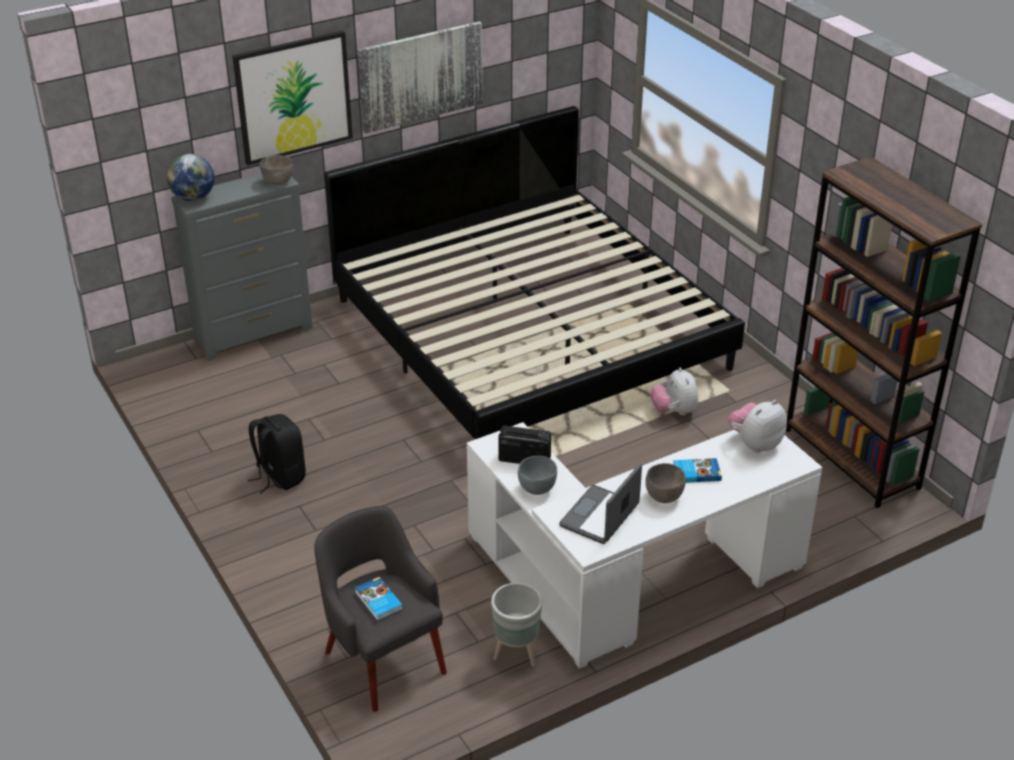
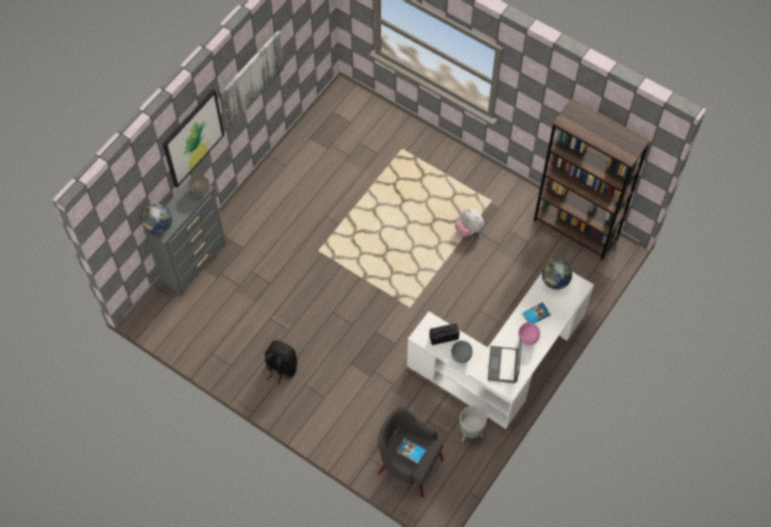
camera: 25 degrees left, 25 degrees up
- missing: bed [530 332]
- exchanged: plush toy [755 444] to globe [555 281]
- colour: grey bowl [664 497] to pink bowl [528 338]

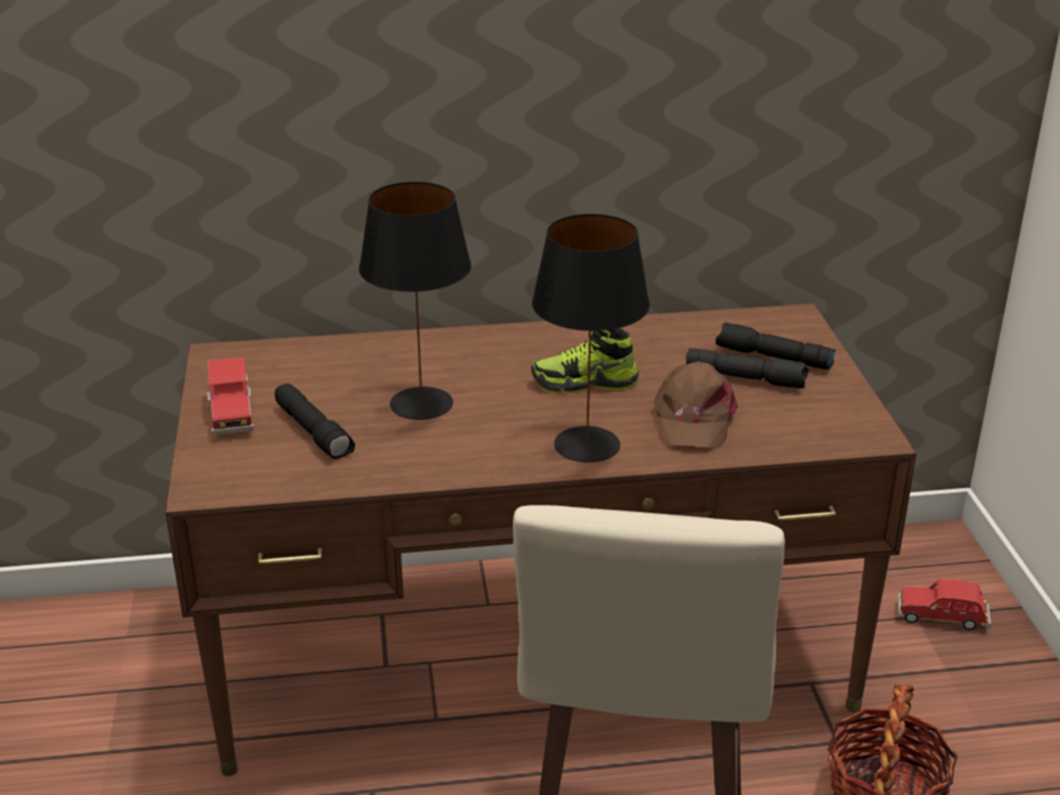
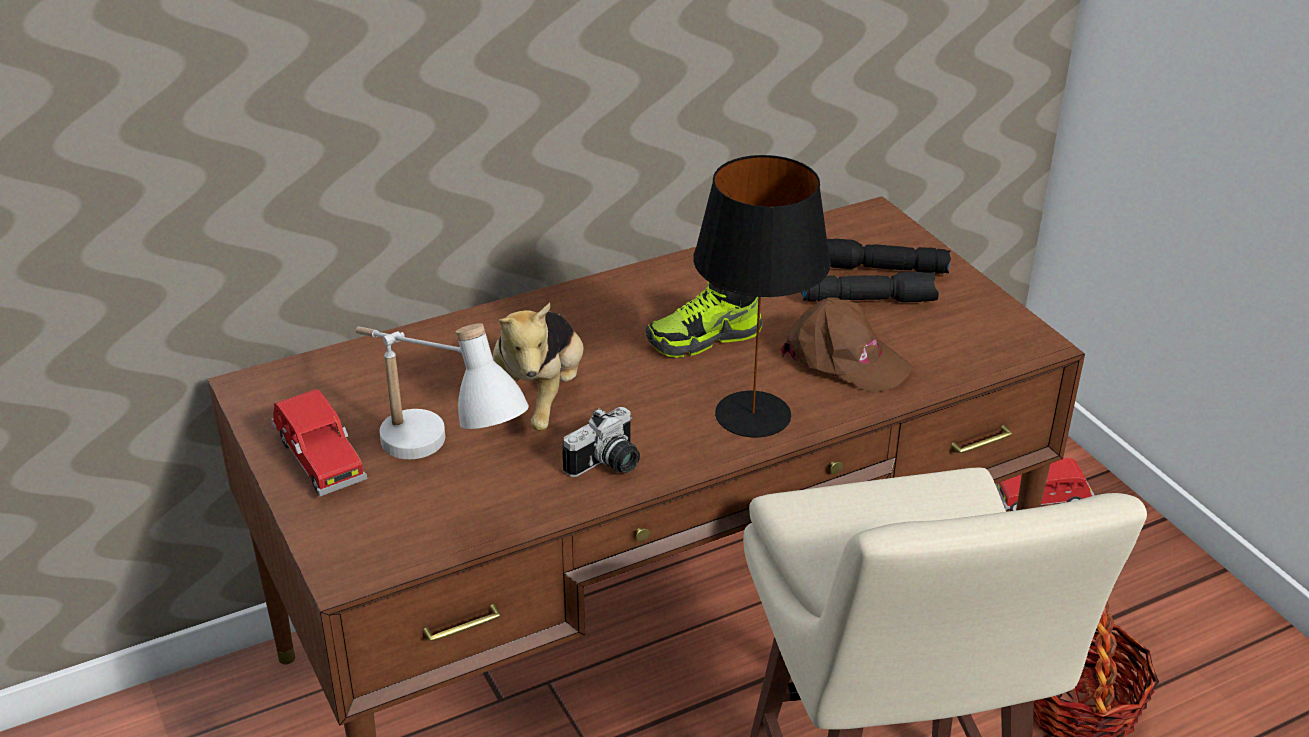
camera: 20 degrees left, 5 degrees up
- appeared: photo camera [608 465]
- exchanged: black flashlight [314 432] to white table lamp [437 464]
- exchanged: black table lamp [421 403] to plush toy [538 400]
- spun: brown cap [693 419] = [844 359] 45 degrees counterclockwise

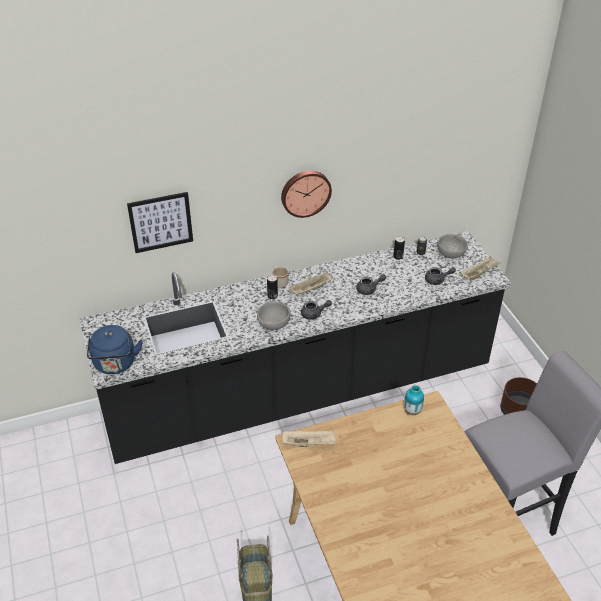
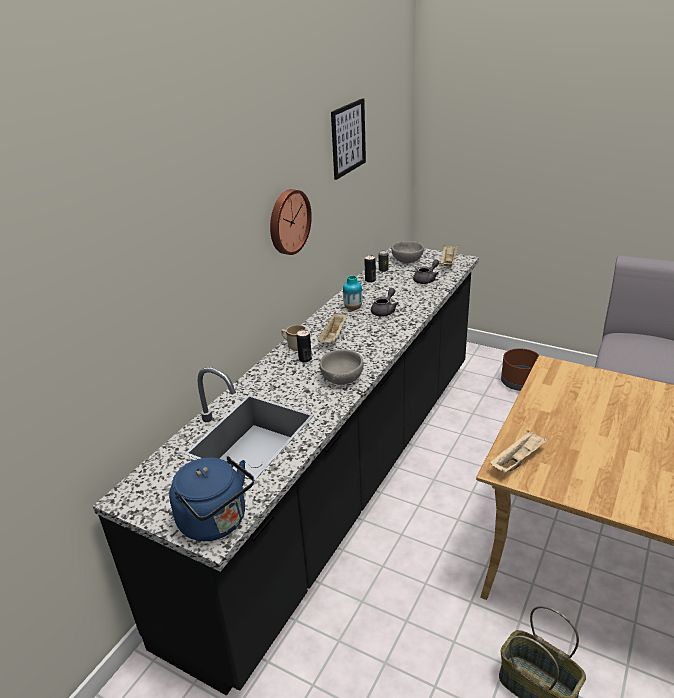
camera: 40 degrees left, 10 degrees down
- missing: grey teapot [314 314]
- relocated: picture [160 222] to [348 138]
- relocated: vase [412 411] to [353 308]

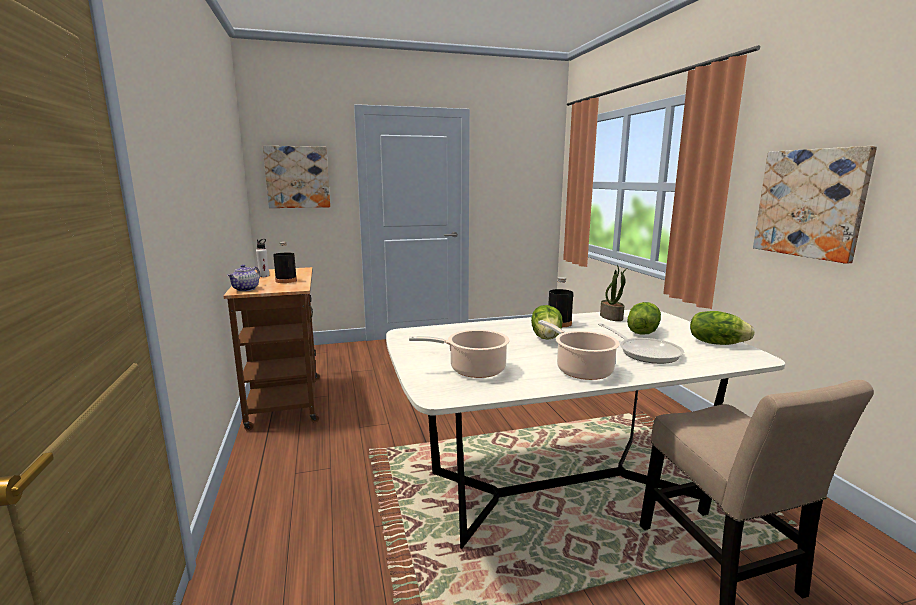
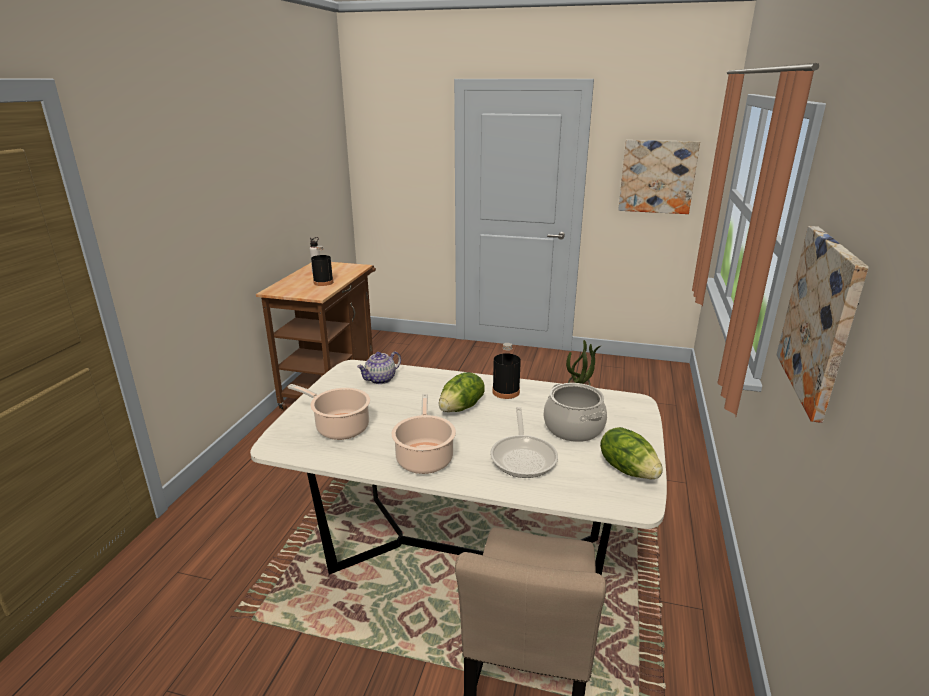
camera: 30 degrees right, 10 degrees up
- relocated: teapot [246 289] to [380 379]
- relocated: picture [297 177] to [657 176]
- exchanged: lettuce [642 332] to cooking pot [573 428]

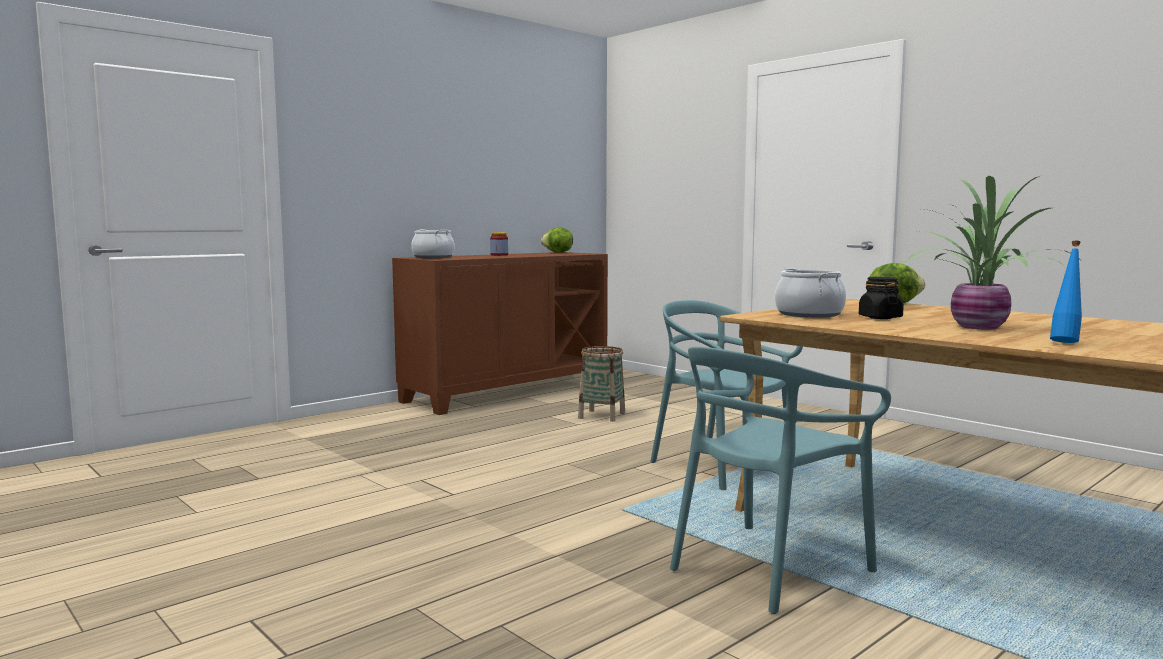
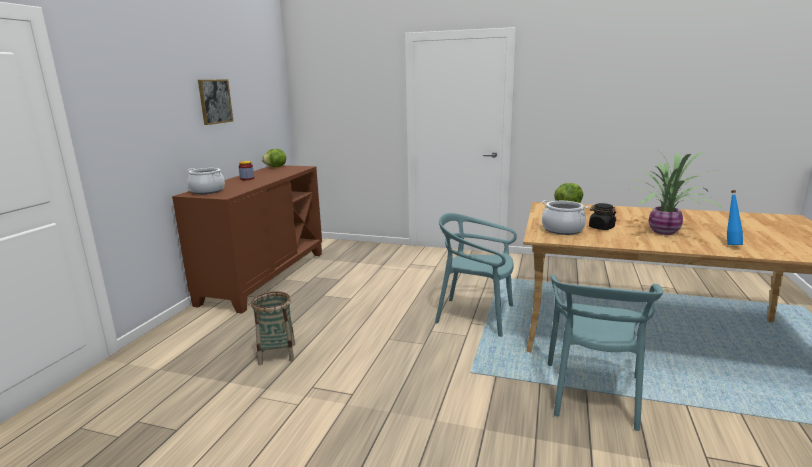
camera: 30 degrees left, 10 degrees up
- appeared: picture [215 101]
- relocated: basket [602 416] to [277 354]

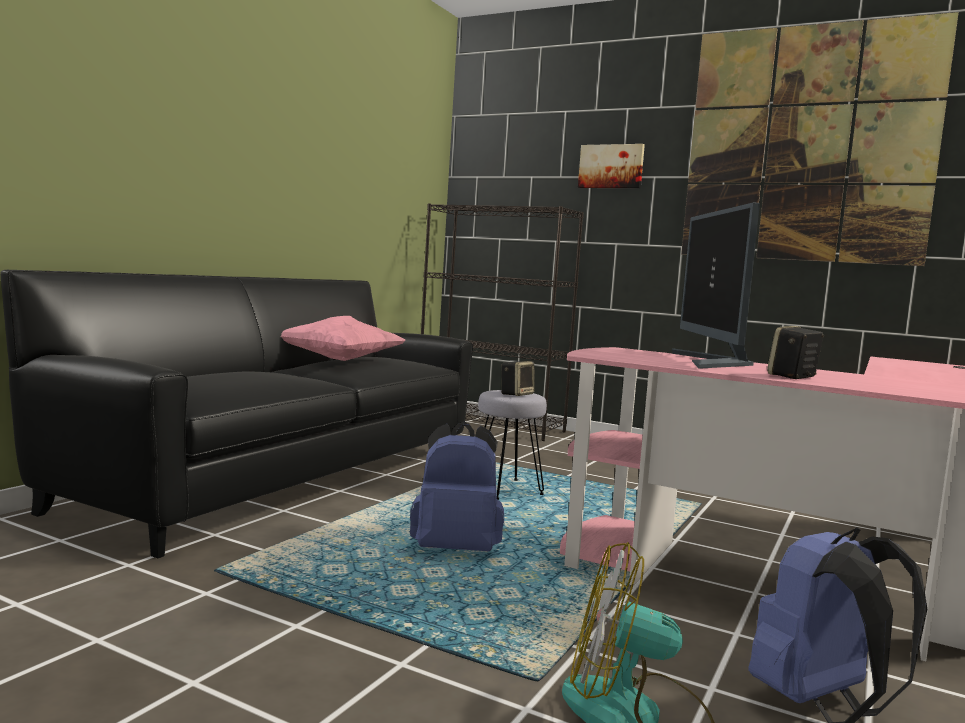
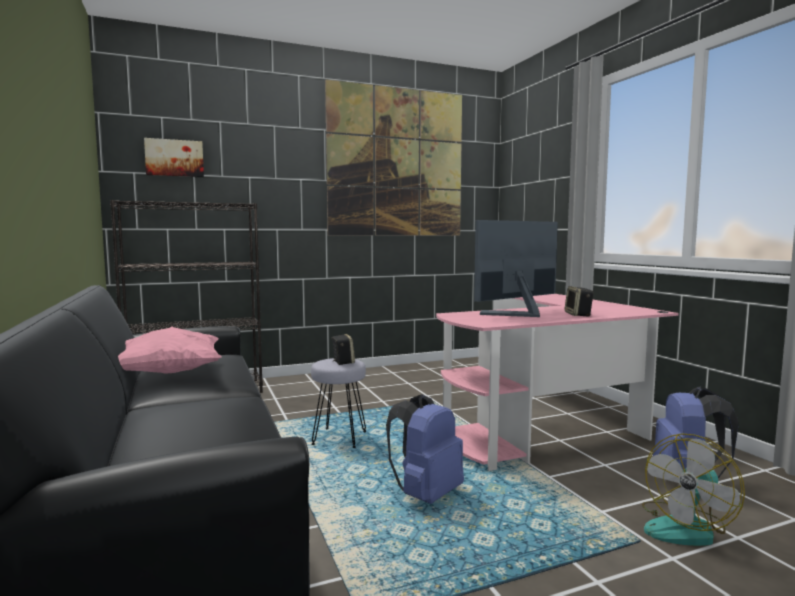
camera: 50 degrees left, 0 degrees up
- relocated: picture [611 166] to [174 158]
- spun: monitor [712 362] = [520 313] 105 degrees clockwise

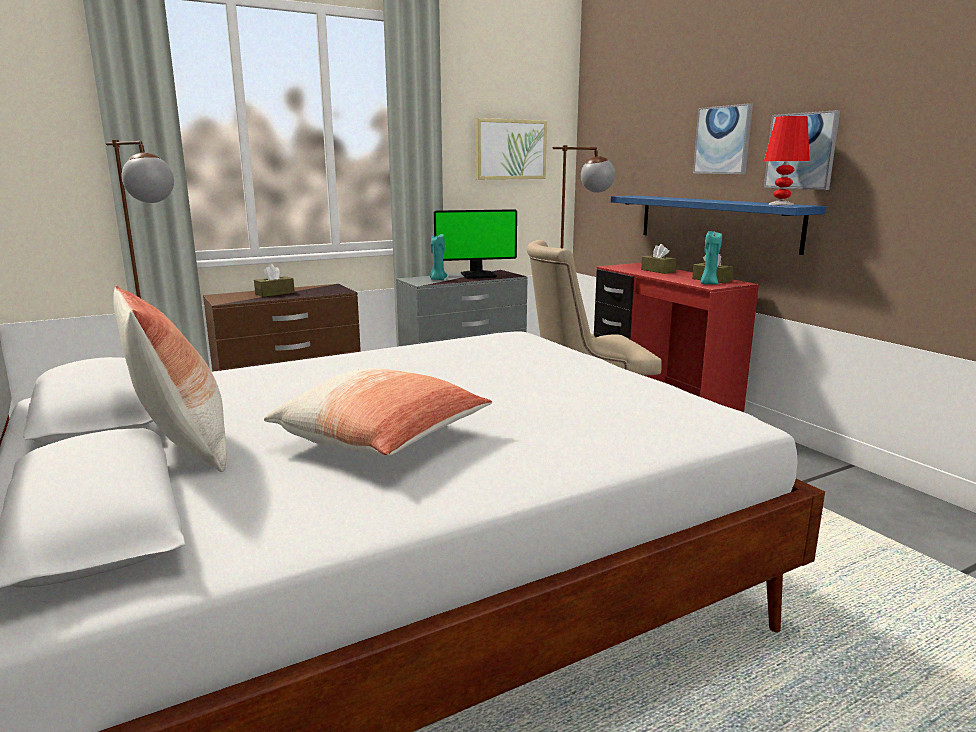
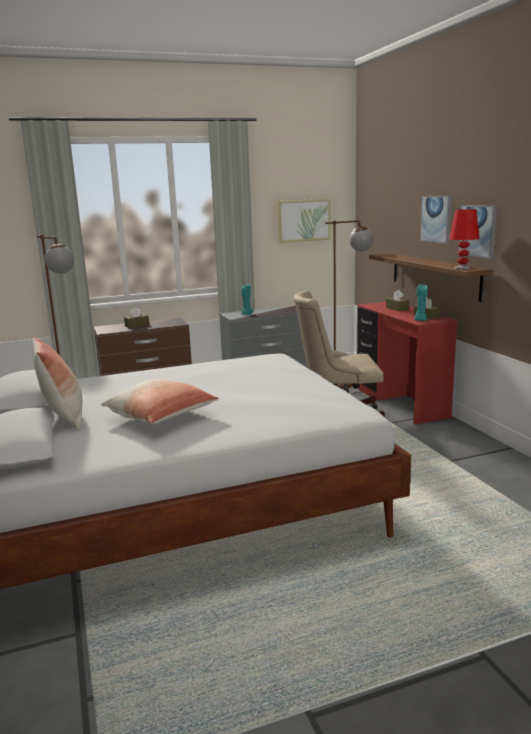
camera: 10 degrees right, 0 degrees up
- missing: monitor [478 275]
- colour: blue shelf [716 222] to brown shelf [434 275]

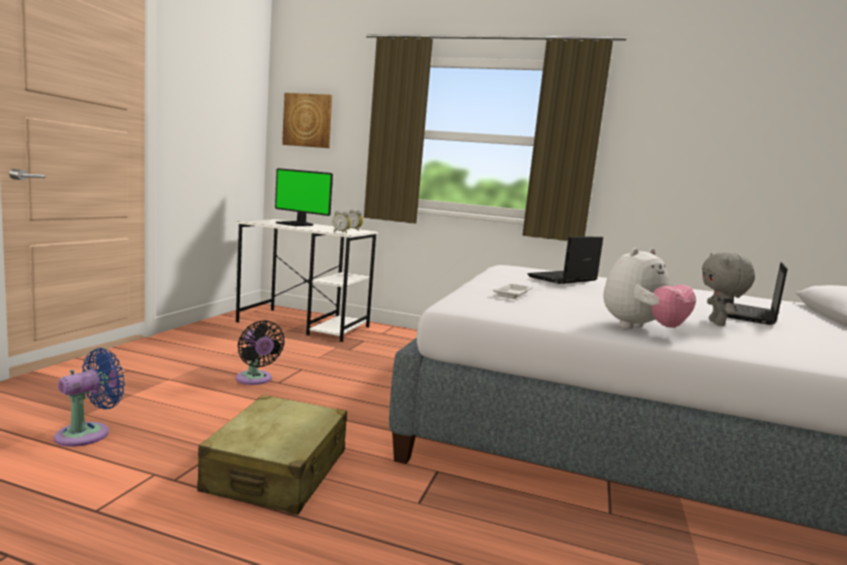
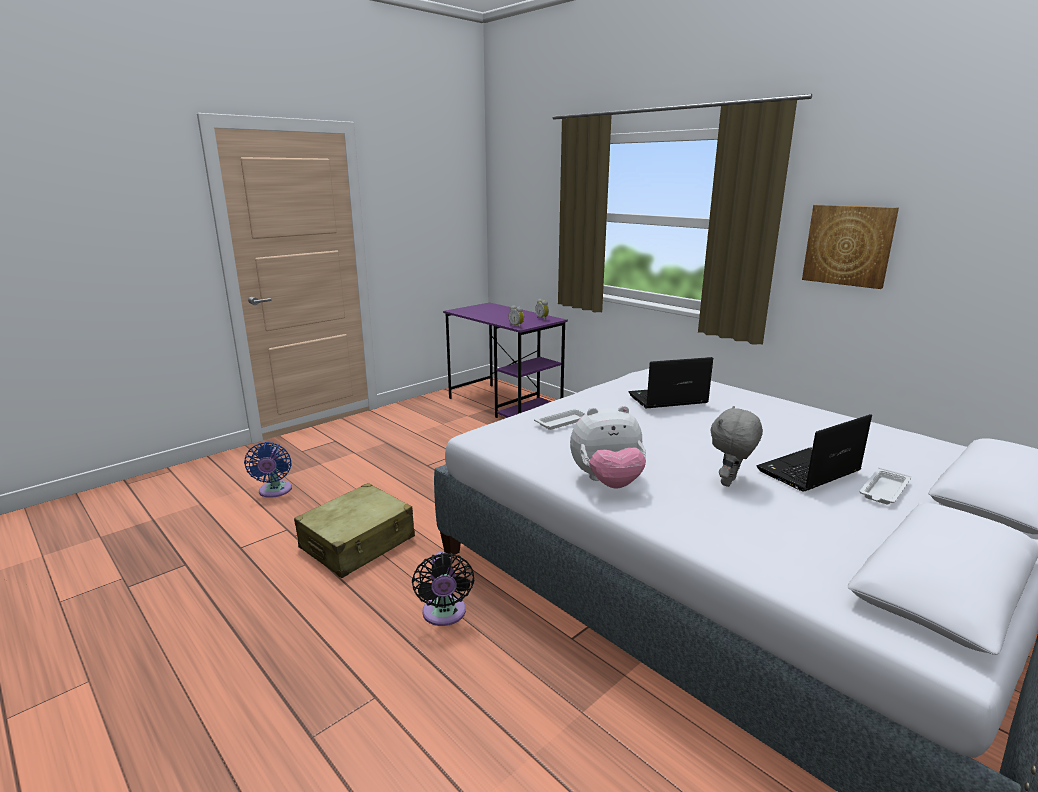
camera: 30 degrees right, 10 degrees up
- missing: monitor [296 224]
- appeared: white tray [884 491]
- relocated: black fan [255 380] to [444 614]
- relocated: picture [308 120] to [848 245]
- colour: white desk [305 324] to purple desk [505 405]
- spun: blue fan [88 433] = [274 491] 105 degrees clockwise

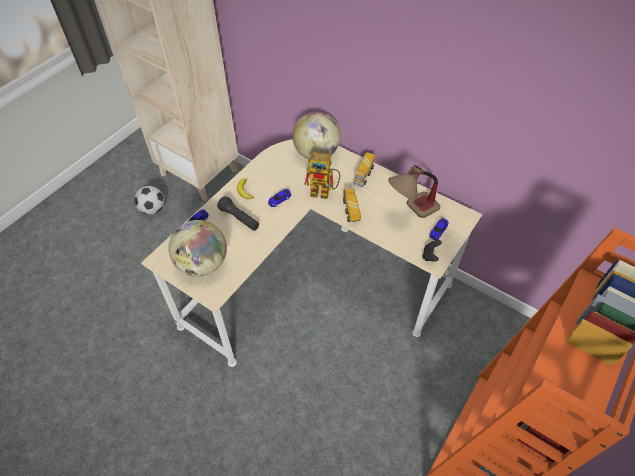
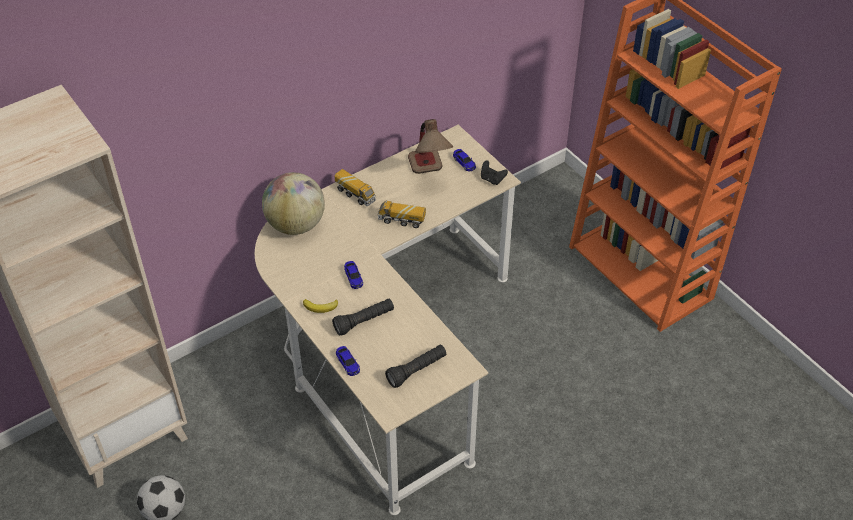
camera: 70 degrees left, 5 degrees down
- missing: toy robot [324 192]
- exchanged: globe [202 264] to black flashlight [417 370]

